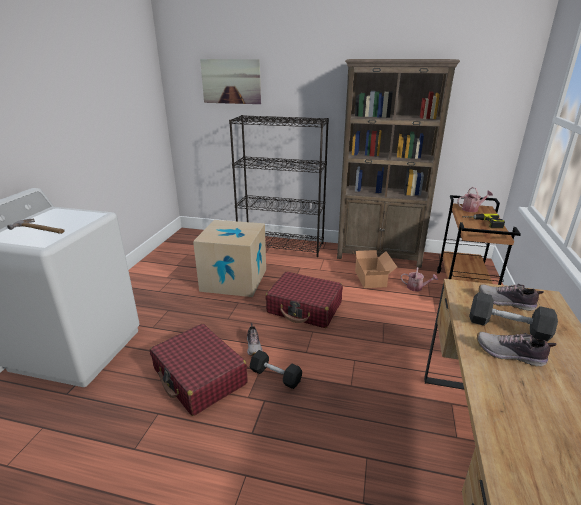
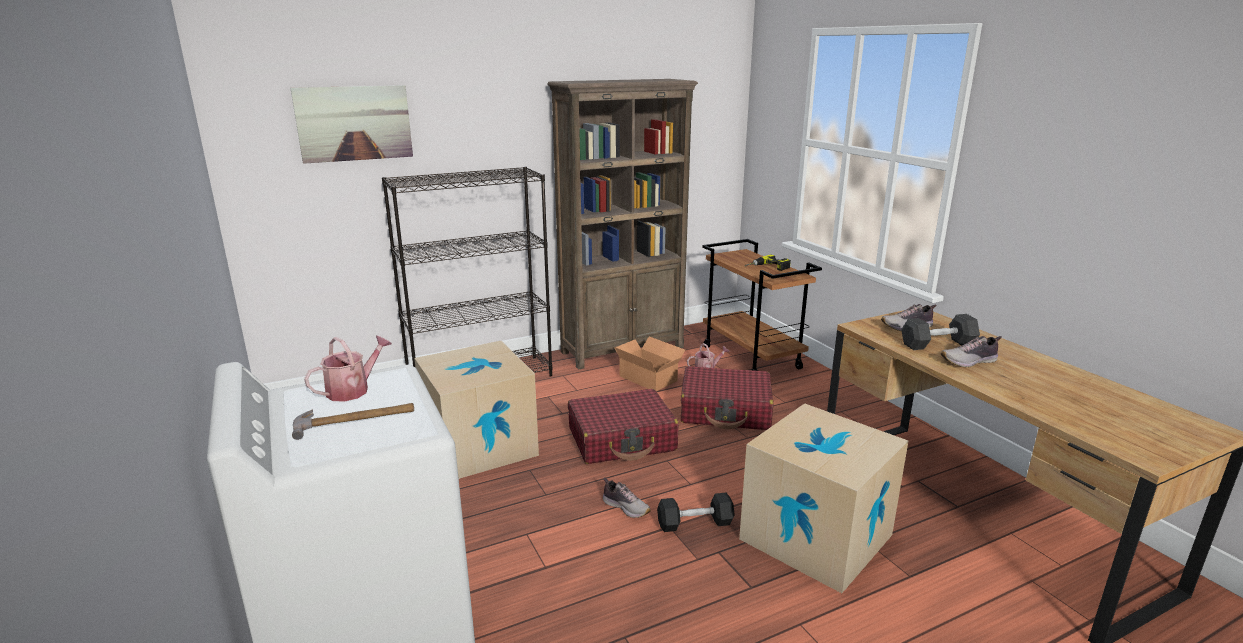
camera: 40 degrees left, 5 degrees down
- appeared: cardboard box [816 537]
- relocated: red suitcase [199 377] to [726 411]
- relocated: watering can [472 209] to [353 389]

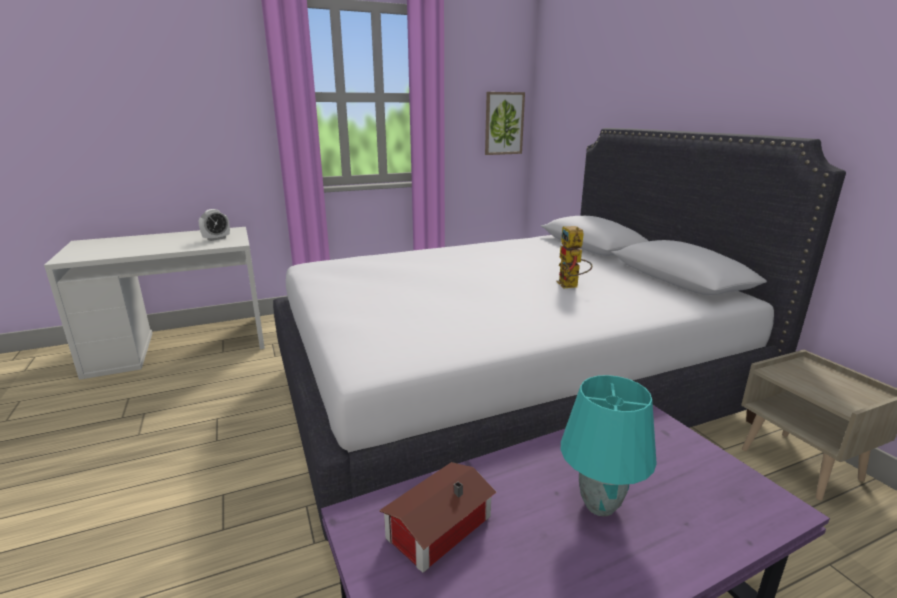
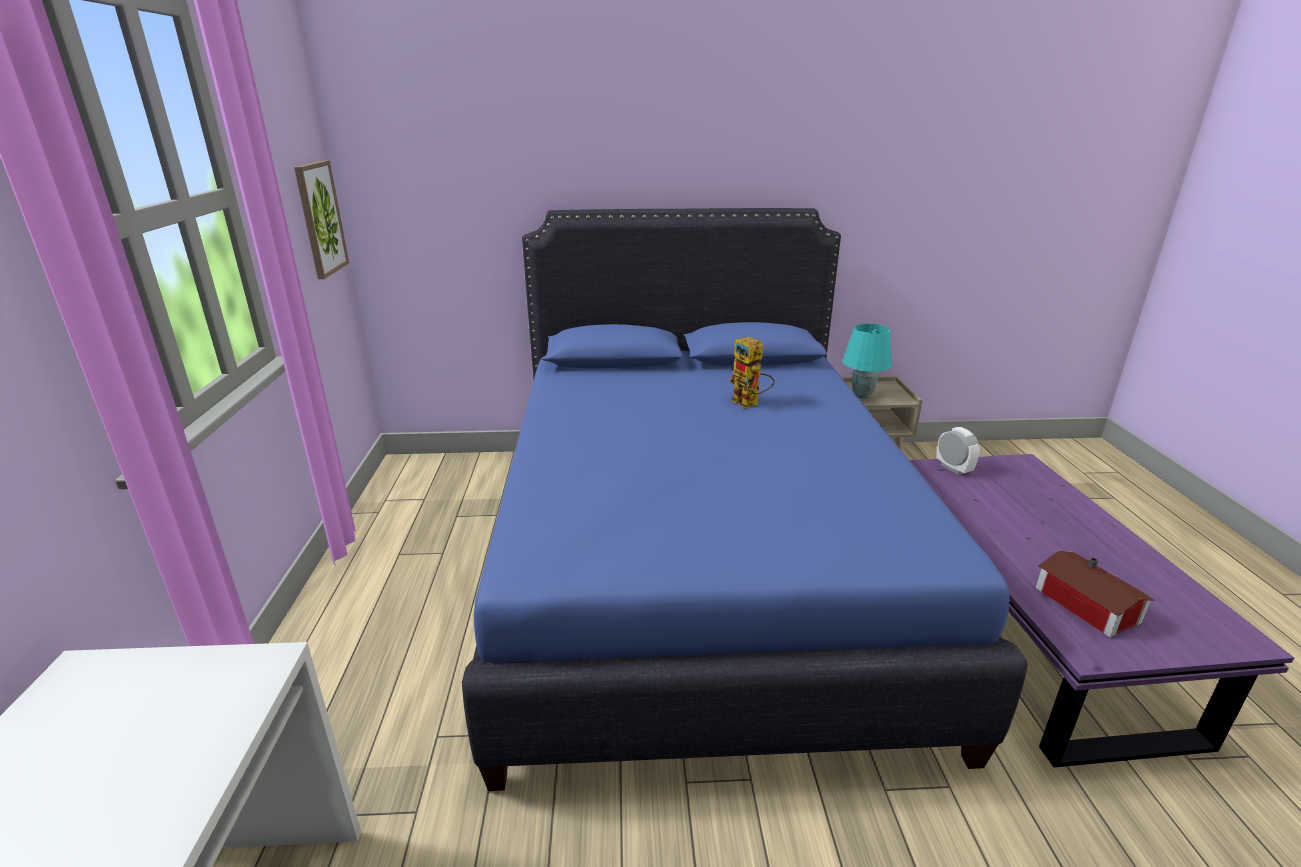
camera: 70 degrees left, 5 degrees up
- relocated: alarm clock [216 239] to [953 468]
- relocated: turquoise table lamp [599 505] to [861 395]
- colour: white bed [503 392] to blue bed [698 563]
- spun: toy robot [571 286] = [750 404] 45 degrees clockwise

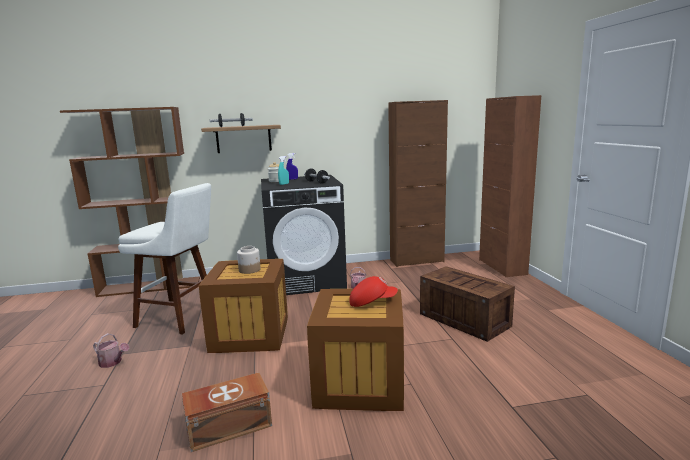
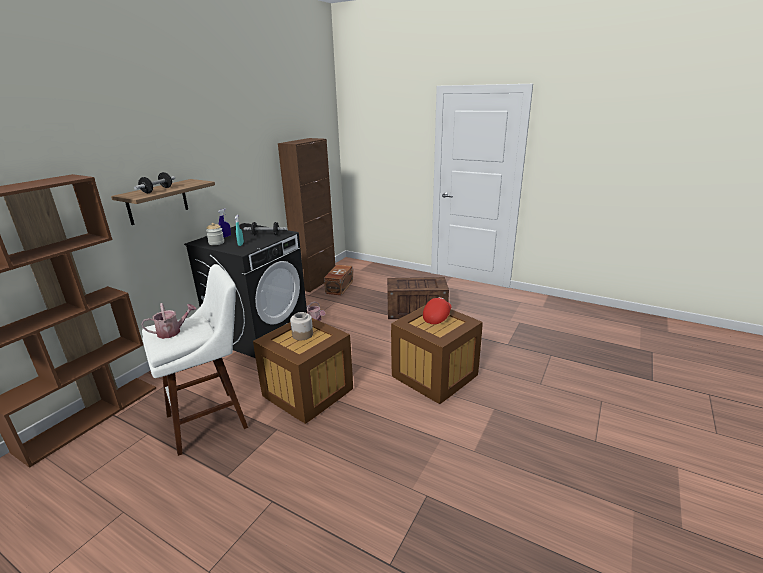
camera: 50 degrees left, 10 degrees up
- missing: brown cabinet [502 267]
- relocated: watering can [112 362] to [172 332]
- relocated: brown storage box [227 426] to [338 287]

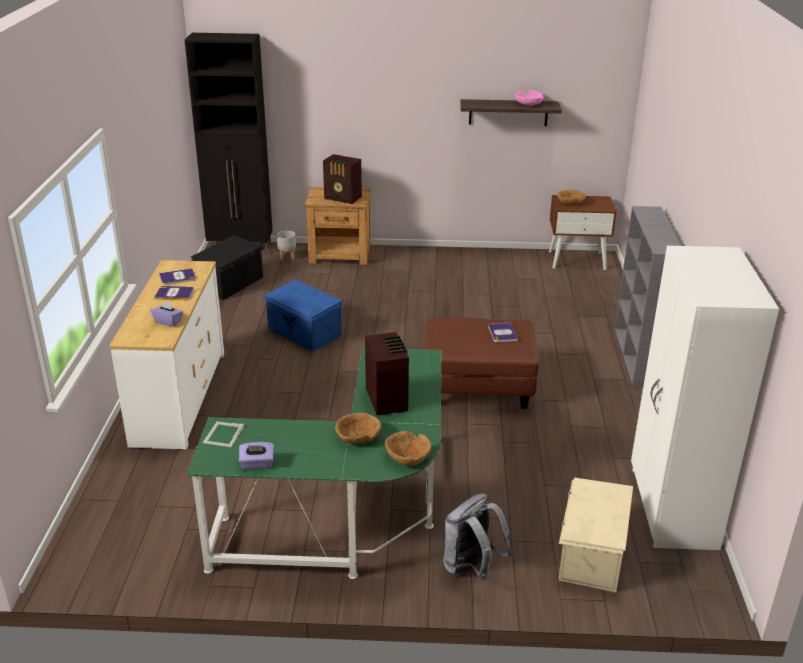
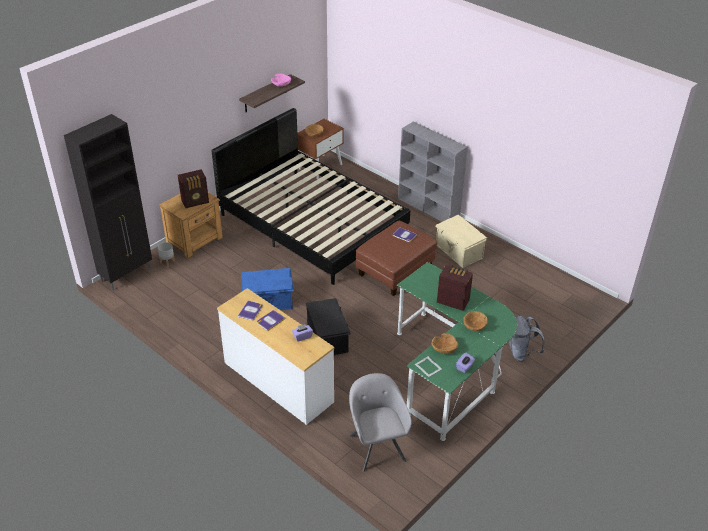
camera: 50 degrees left, 10 degrees up
- missing: white wardrobe [672 509]
- appeared: black bed [312 223]
- appeared: grey armchair [376 445]
- relocated: black storage box [231 284] to [328 338]
- relocated: brown bowl [407 457] to [444 348]
- relocated: beige storage box [590 554] to [458 252]

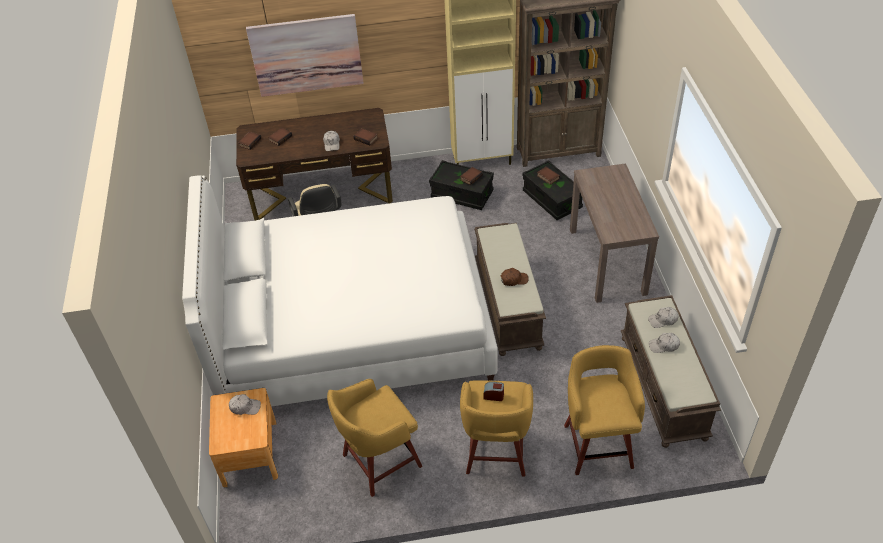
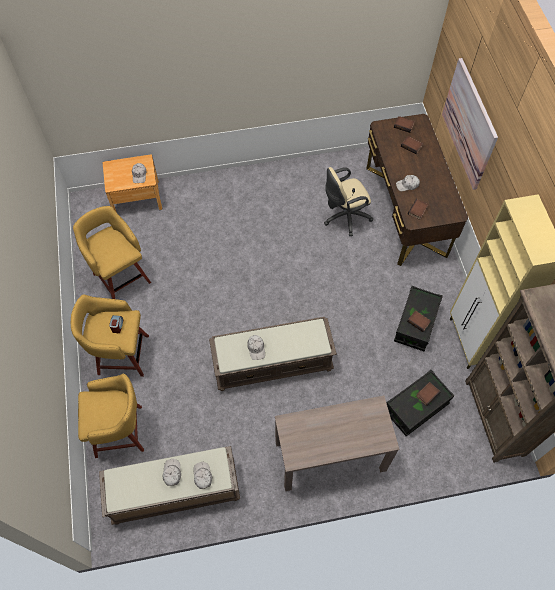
camera: 85 degrees right, 15 degrees up
- missing: white bed [353 327]
- colour: brown cap [514 280] to white cap [256 348]

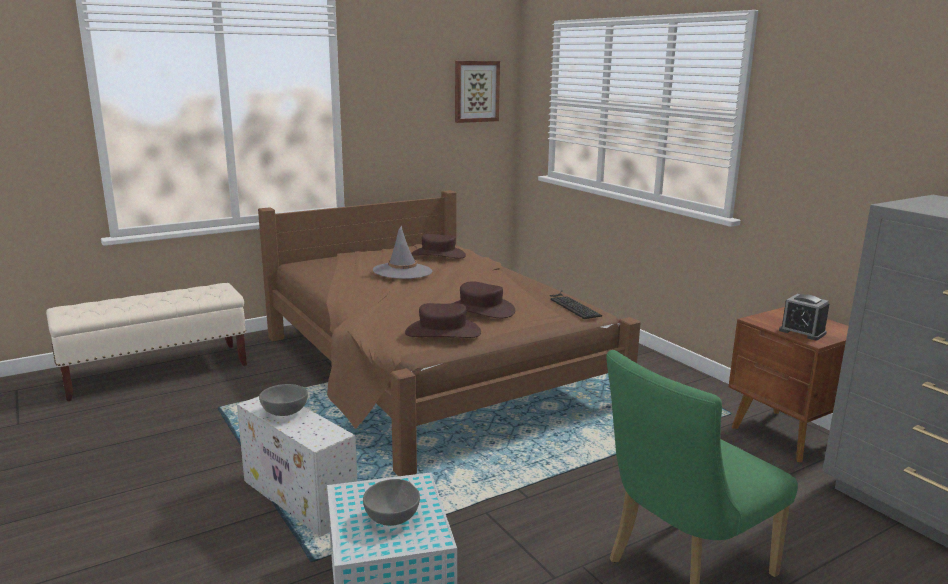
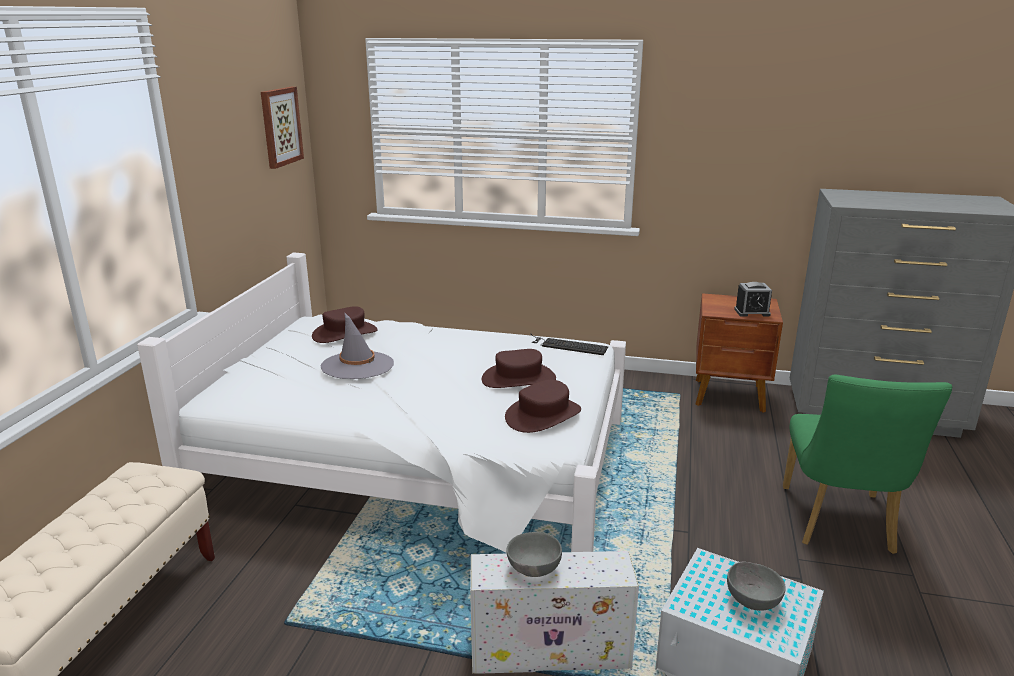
camera: 45 degrees left, 5 degrees up
- colour: brown bed [431 370] to white bed [421 462]

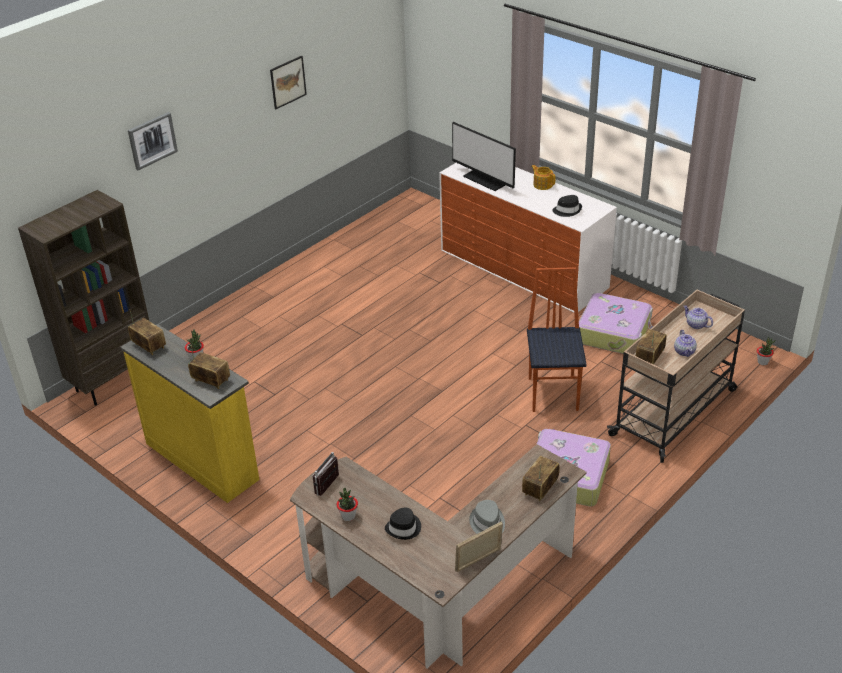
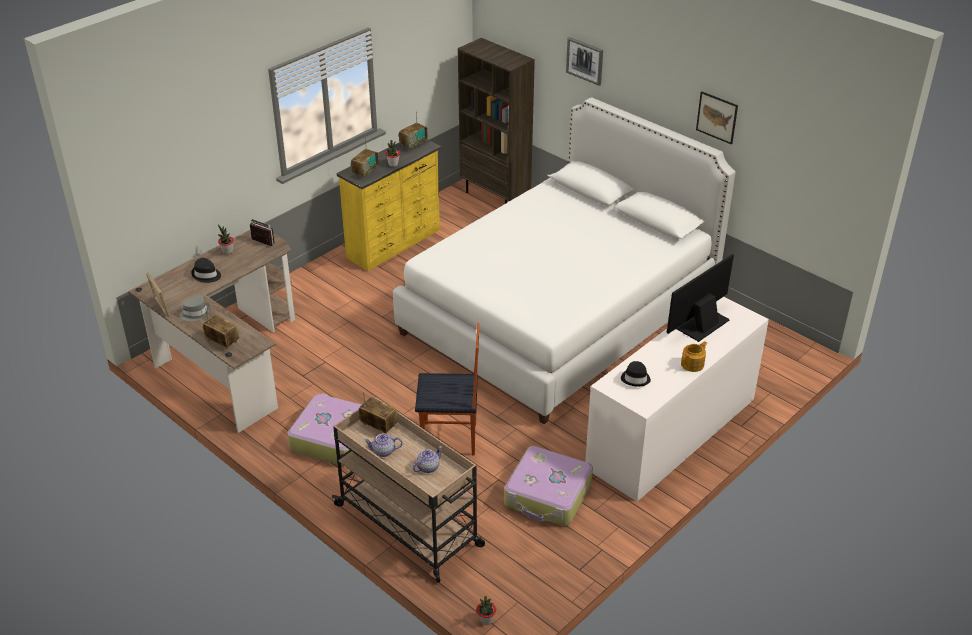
camera: 90 degrees right, 0 degrees up
- appeared: white bed [559 314]

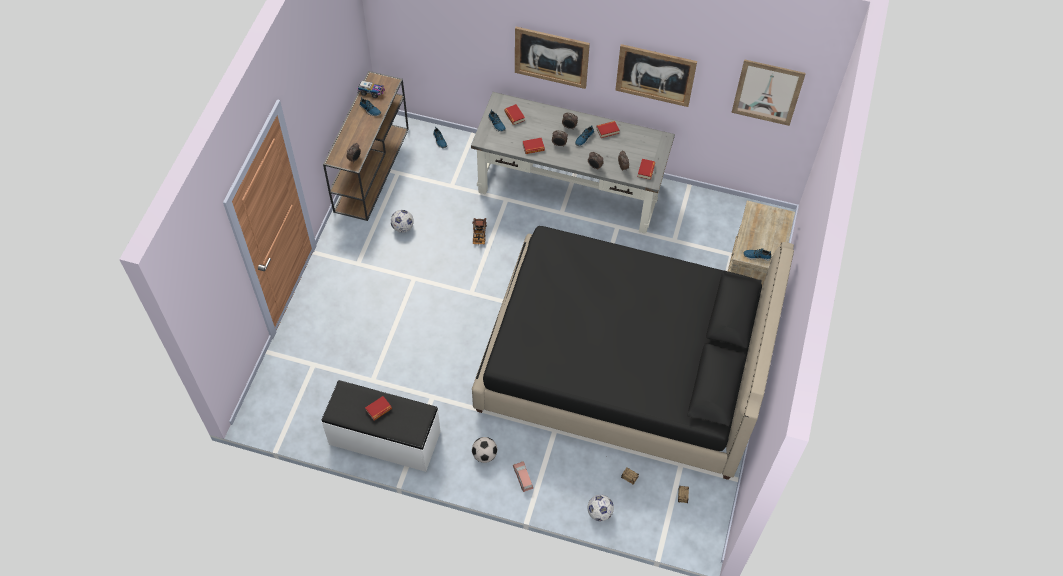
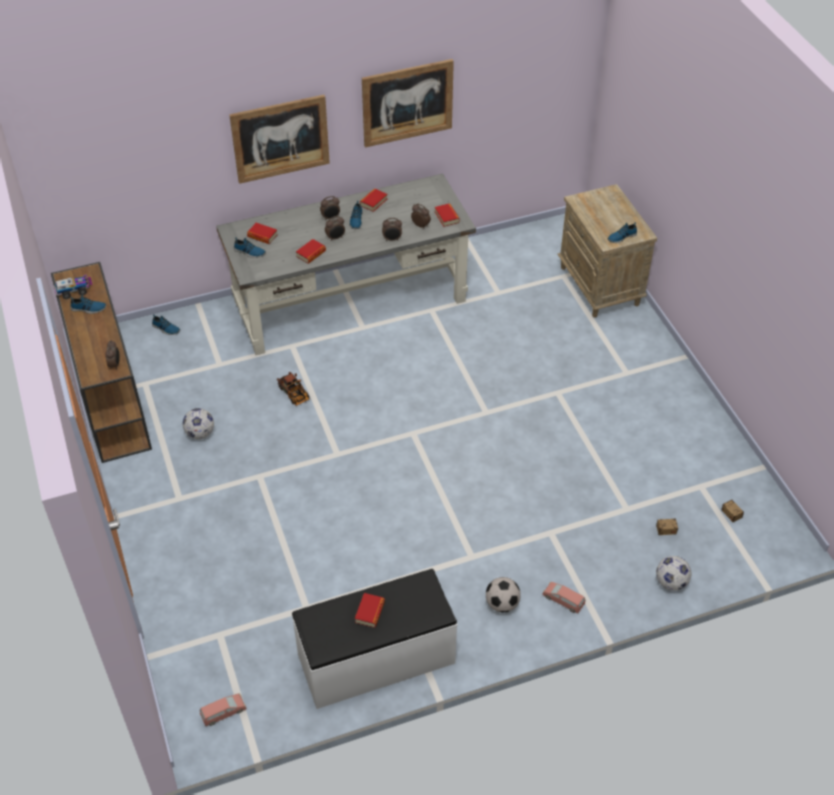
camera: 35 degrees left, 10 degrees down
- missing: black bed [623 366]
- missing: picture [767 92]
- appeared: pink toy car [223 712]

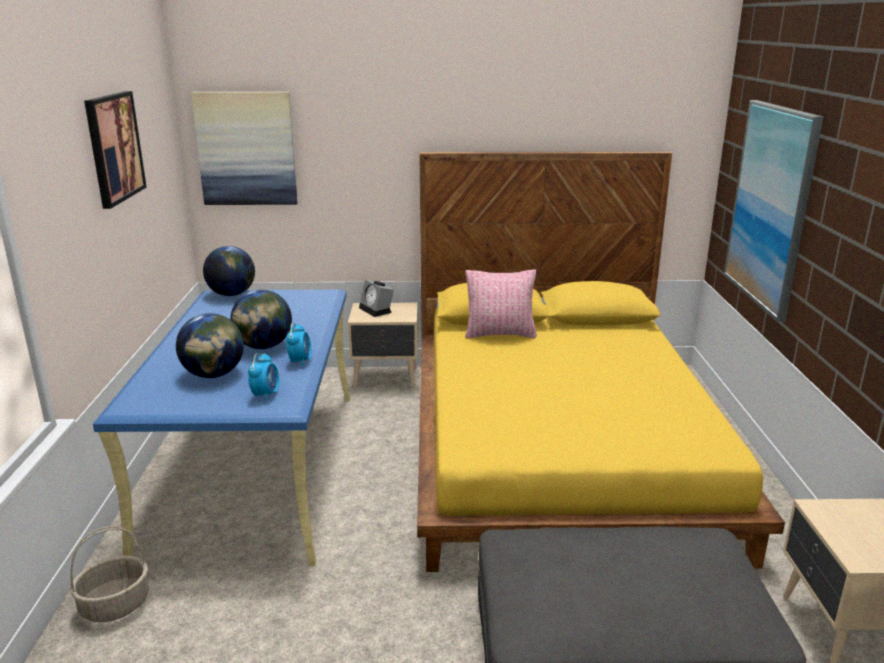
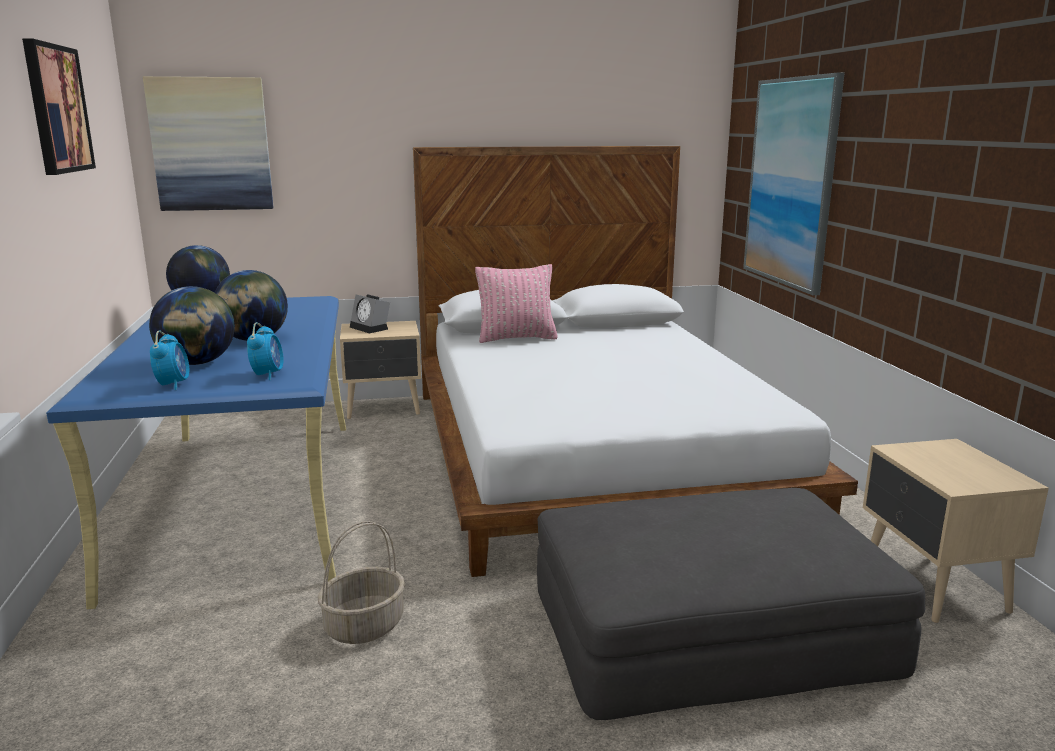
camera: 10 degrees left, 5 degrees down
- relocated: basket [116 604] to [364 625]
- relocated: alarm clock [300 361] to [173 385]
- colour: yellow bed [559 446] to white bed [592 454]

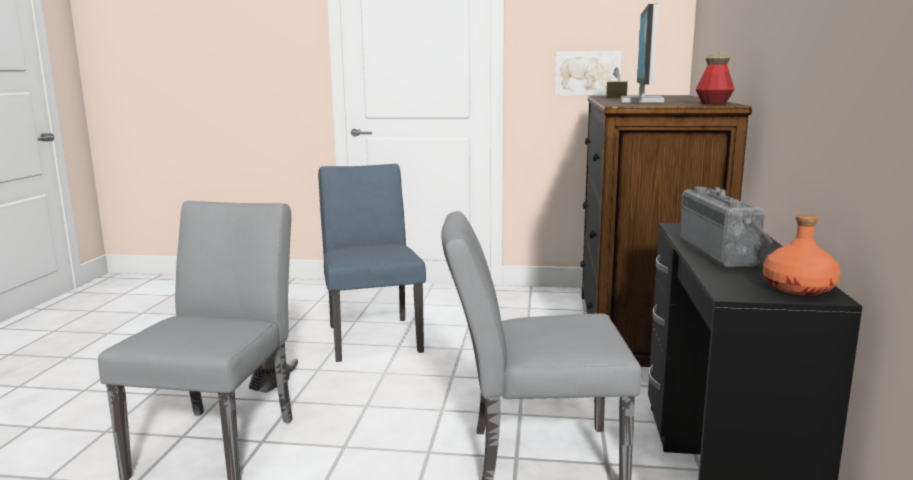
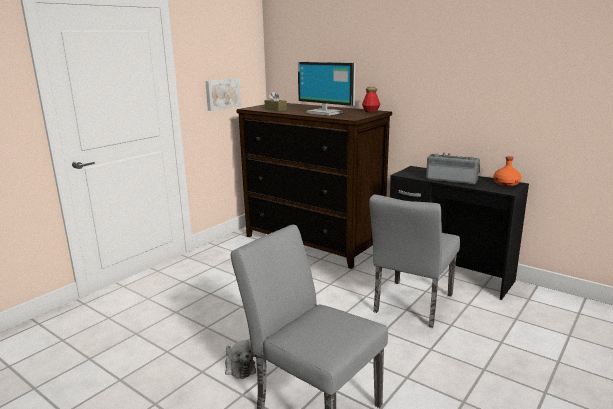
camera: 60 degrees left, 5 degrees up
- missing: blue chair [373 335]

